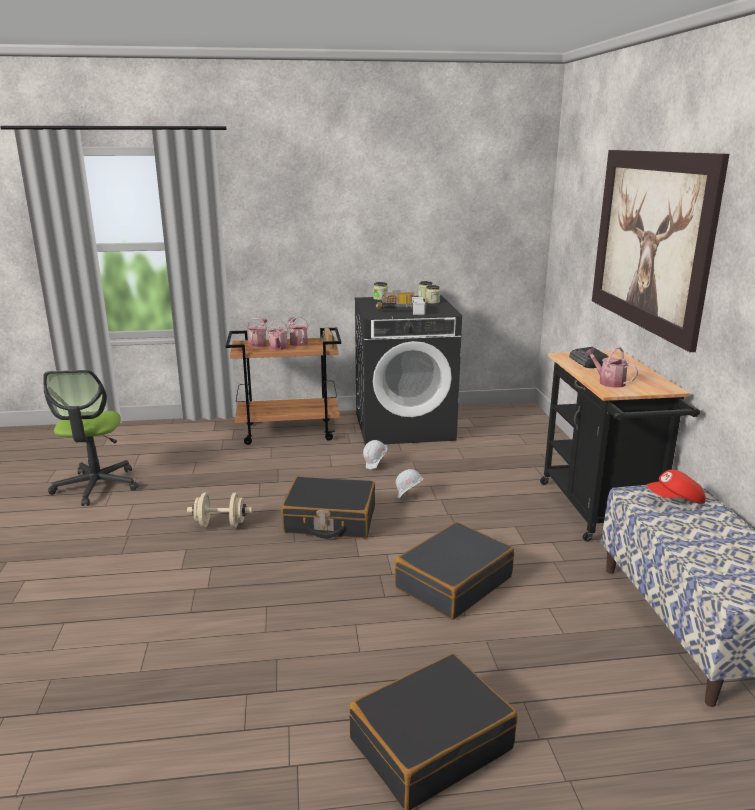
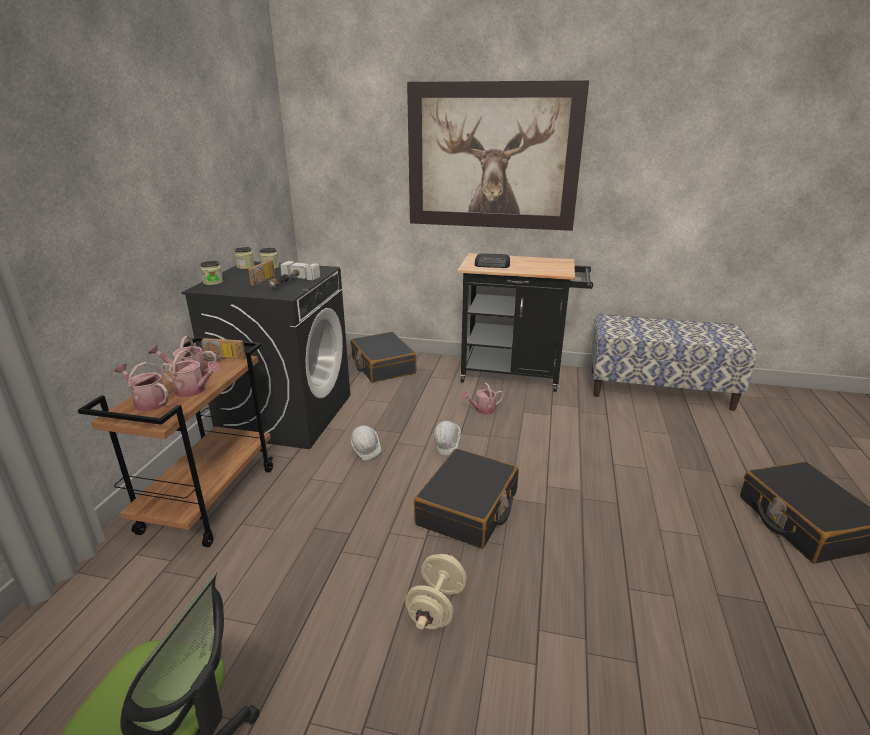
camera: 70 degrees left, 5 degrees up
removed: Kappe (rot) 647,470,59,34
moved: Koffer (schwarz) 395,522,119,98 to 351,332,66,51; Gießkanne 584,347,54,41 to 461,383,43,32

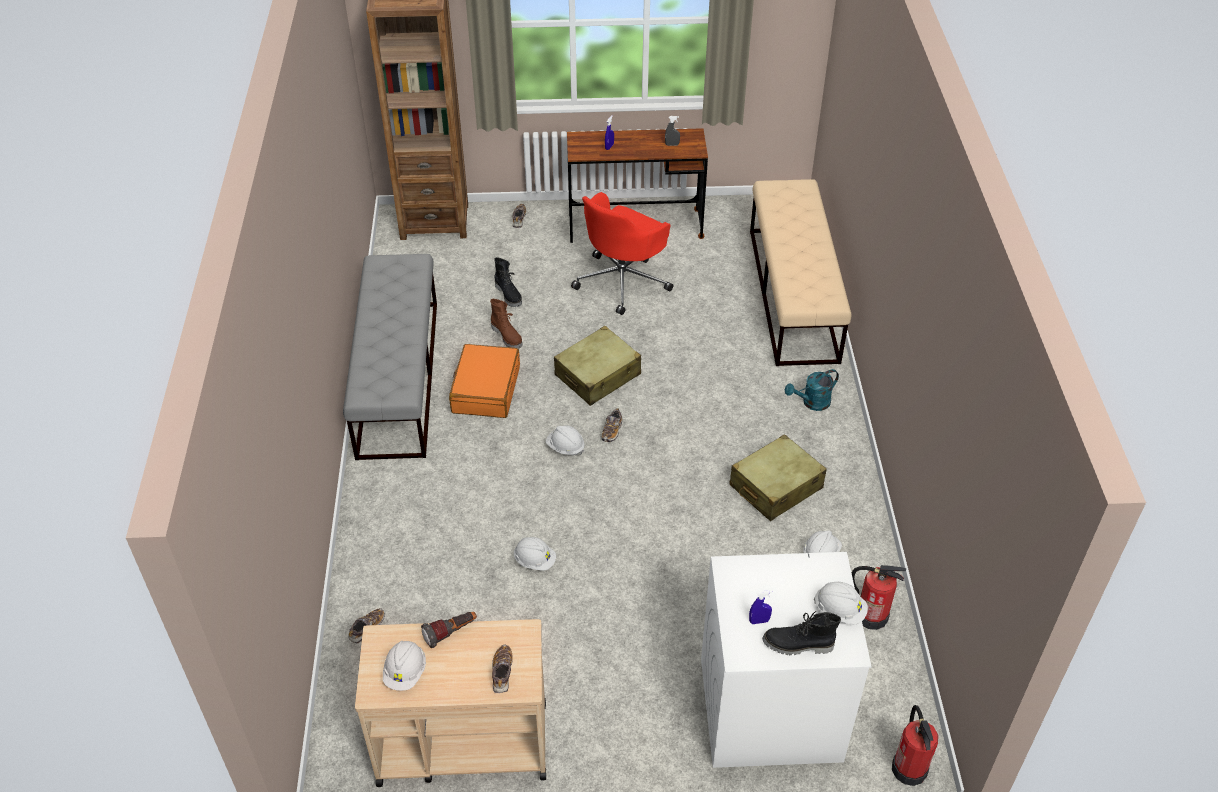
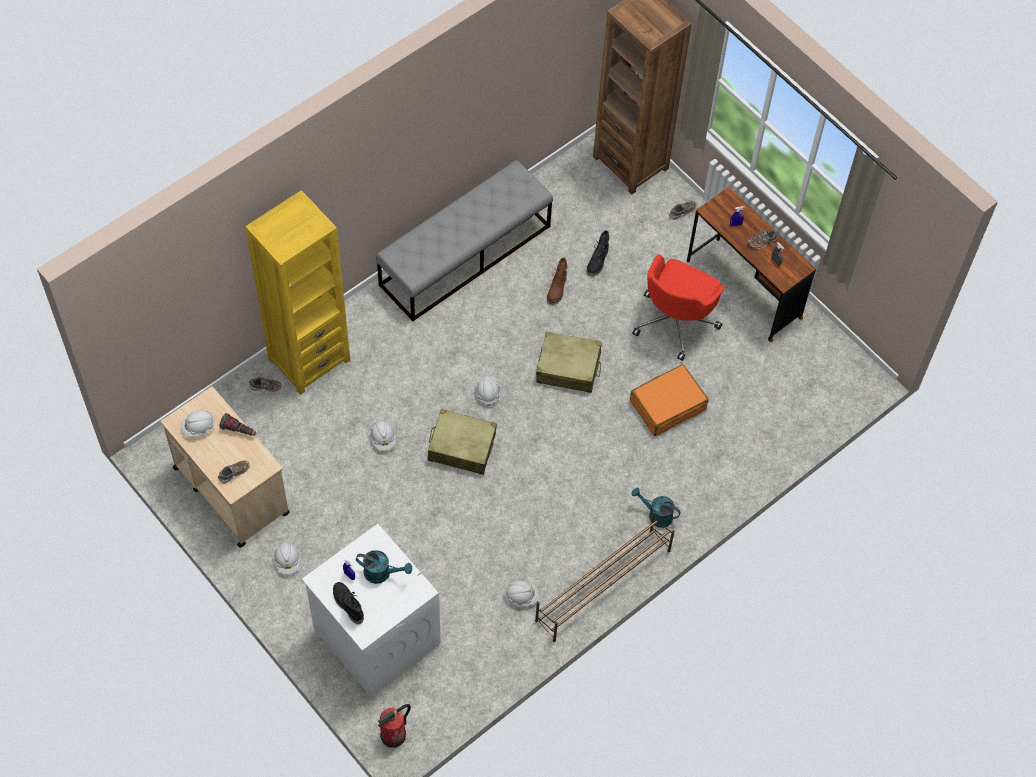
camera: 50 degrees right, 15 degrees up
removed: Bank (beige) 750,179,102,187; Feuerlöscher 852,565,54,65
added: Bücherregal (gelb) 245,190,105,205; Gießkanne (türkis) 356,550,56,34; Schuhregal (braun) 535,511,140,131
moved: Schutzhelm (weiß) 814,582,54,43 to 274,542,26,32; Koffer (beige) 729,434,98,87 to 428,409,69,66; Koffer (orange) 449,344,71,74 to 630,364,79,72; Schuh 601,408,21,34 to 747,230,31,19
turned: Bürostuhl (rot) 571,192,102,123 = 632,254,93,107 60 degrees counterclockwise

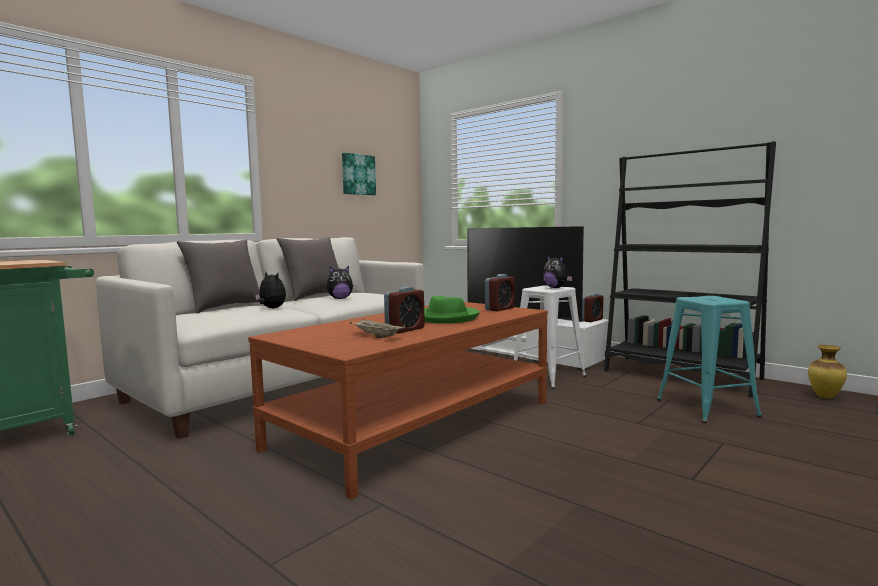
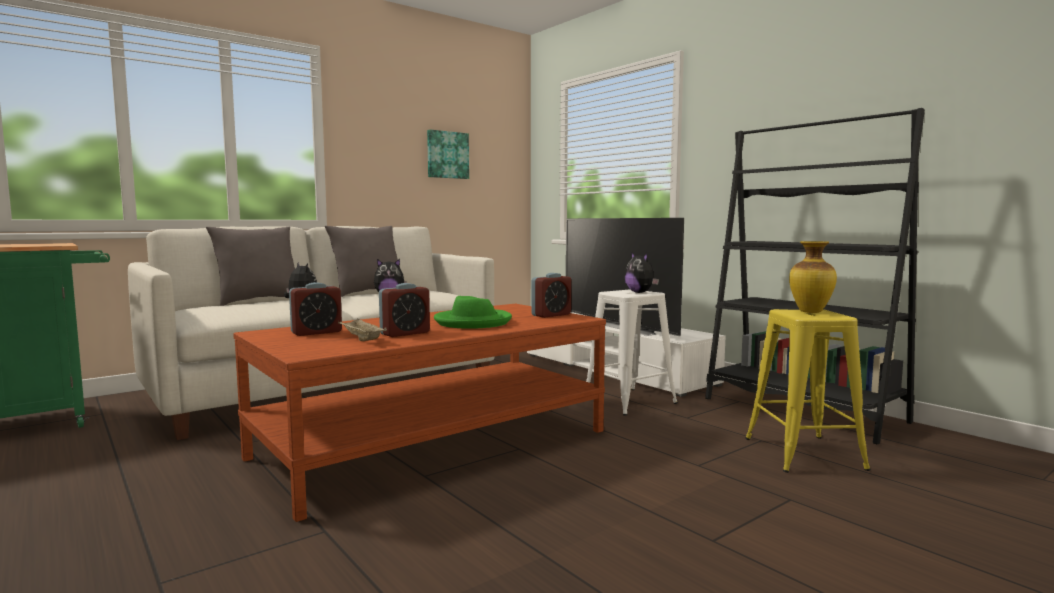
camera: 10 degrees right, 0 degrees up
moved: Wecker 582,293,21,29 to 289,282,53,54; Vase 808,345,39,54 to 789,241,48,72
recoloured: Hocker (türkis) 657,296,105,127 to Hocker (gelb) 745,309,126,164

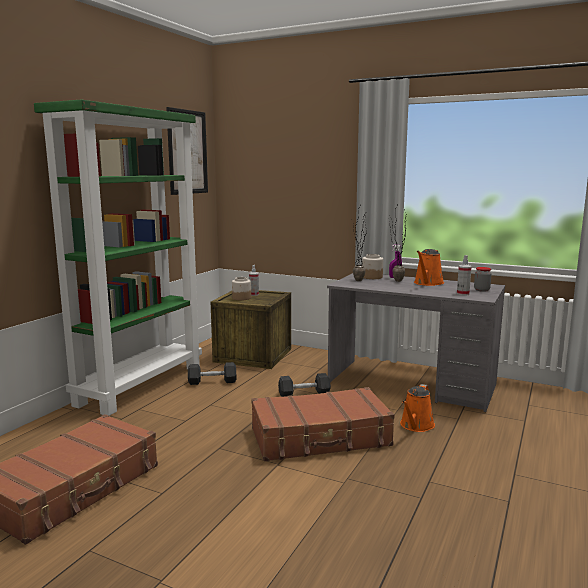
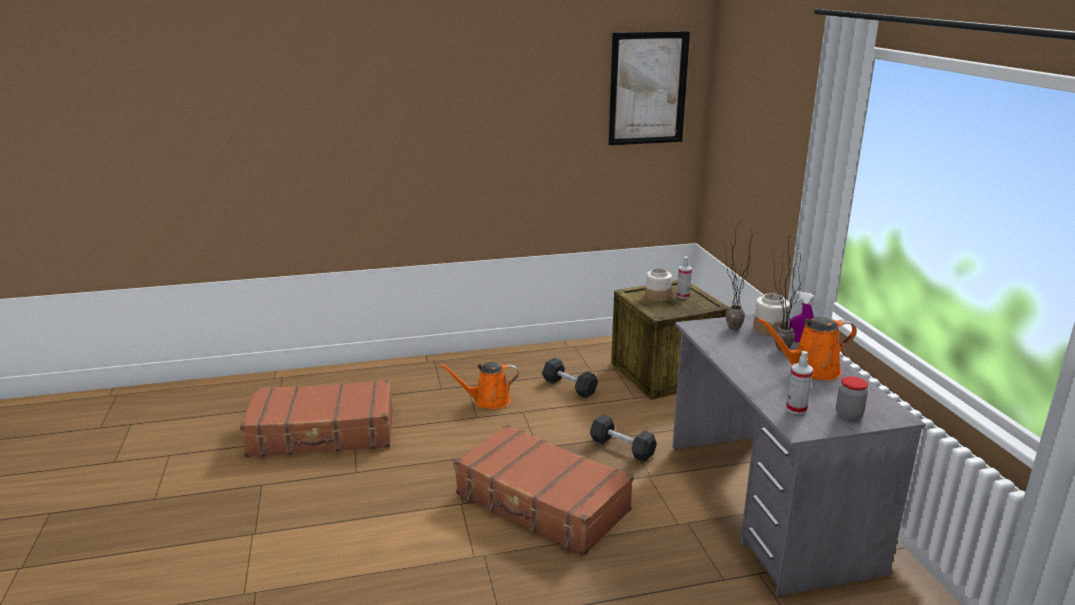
camera: 50 degrees right, 10 degrees up
removed: Bücherregal (grün) 34,100,168,316
moved: Gießkanne (orange) 400,384,35,48 to 440,362,79,47

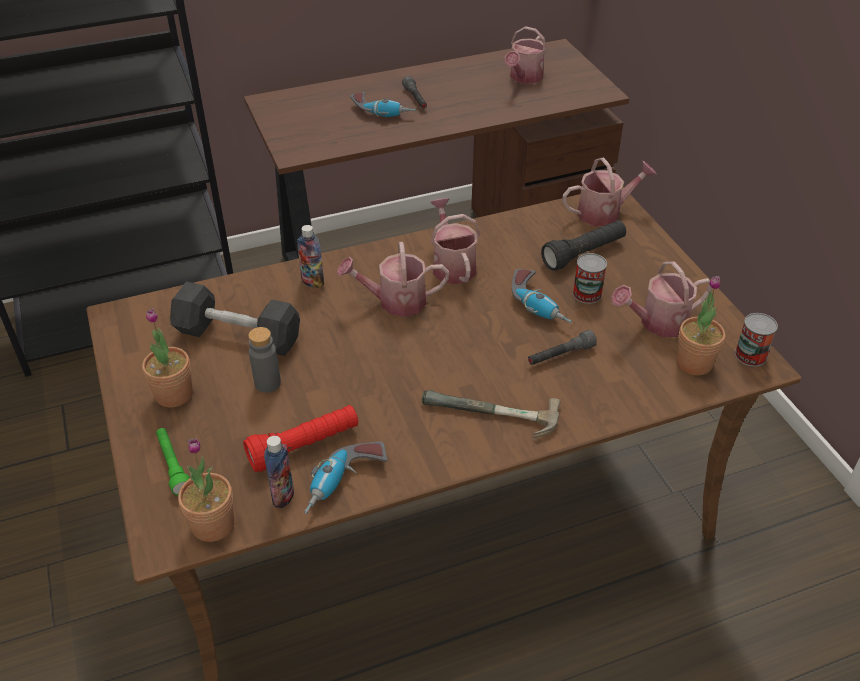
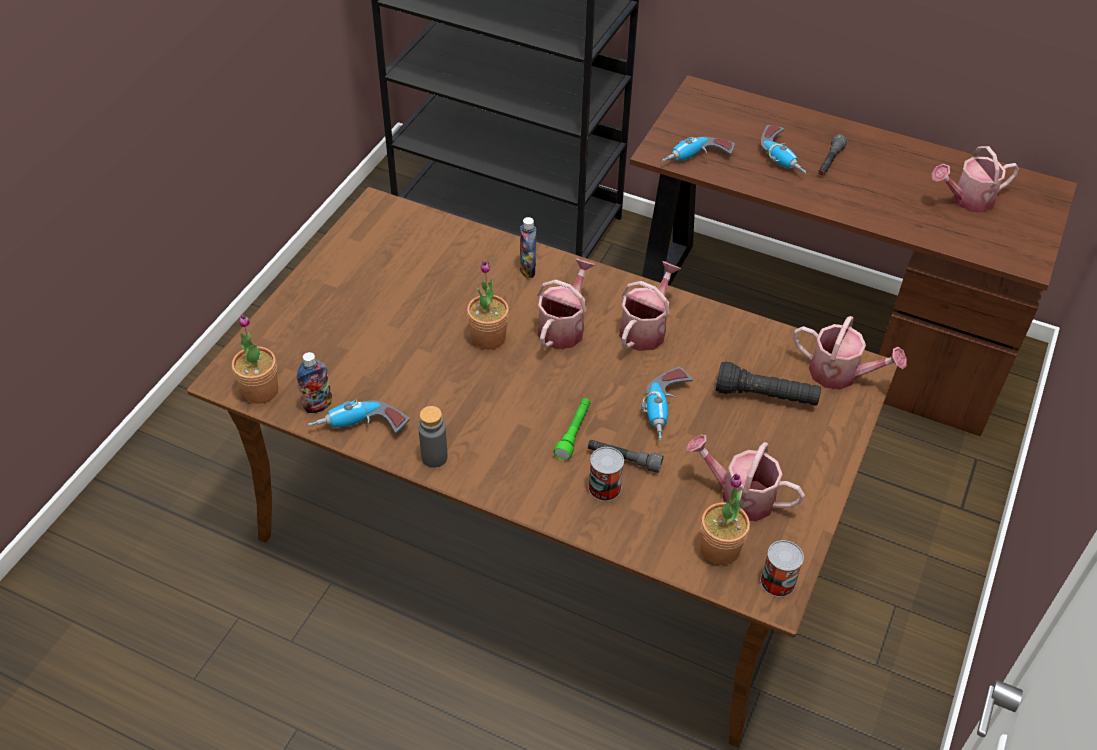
camera: 45 degrees right, 5 degrees up
removed: Hantel (schwarz) 170,282,130,74; Taschenlampe (rot) 243,405,115,67; Hammer 421,390,139,49
added: Bohrmaschine 662,137,73,25
moved: Flasche (grau) 248,327,33,66 to 419,406,29,62; Topfpflanze 142,308,51,100 to 467,261,42,89; Taschenlampe (grün) 156,428,34,68 to 554,398,37,62; Dose 573,253,34,51 to 588,447,36,54
turned: Gießkanne 337,242,112,75 = 537,258,58,92 75 degrees clockwise

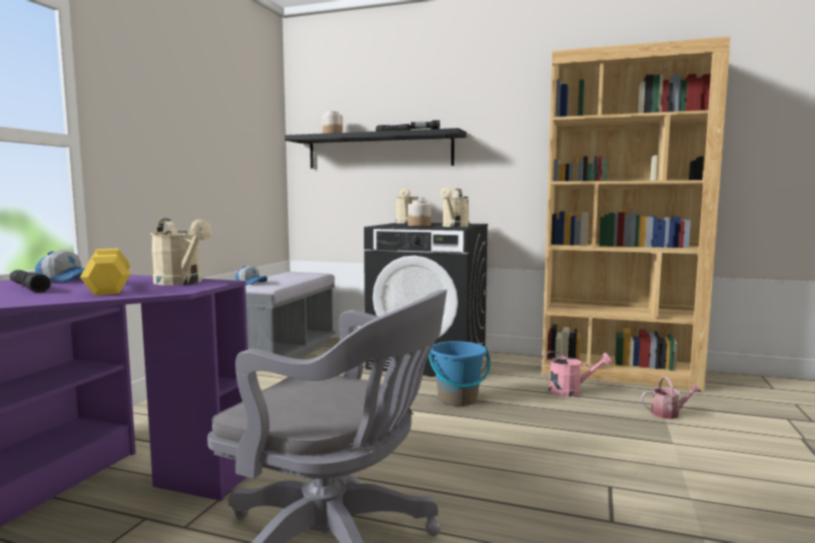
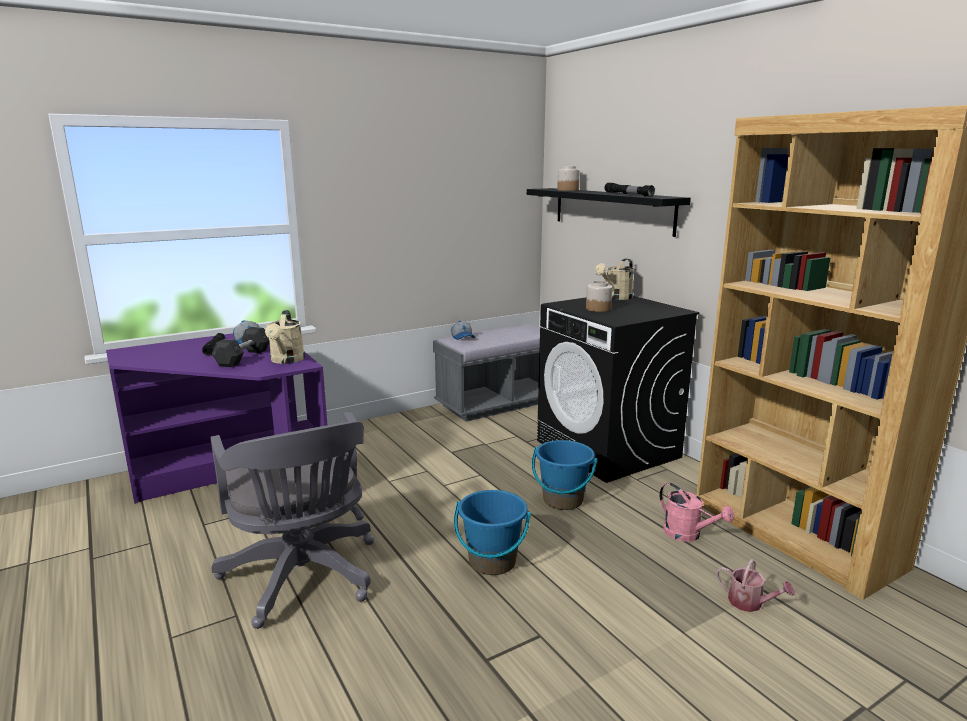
camera: 40 degrees right, 10 degrees up
removed: Gießkanne (beige) 440,187,30,40
added: Eimer (blau) 454,490,77,85
recoloured: Hantel (gelb) 80,248,50,48 to Hantel (grau) 212,327,57,40

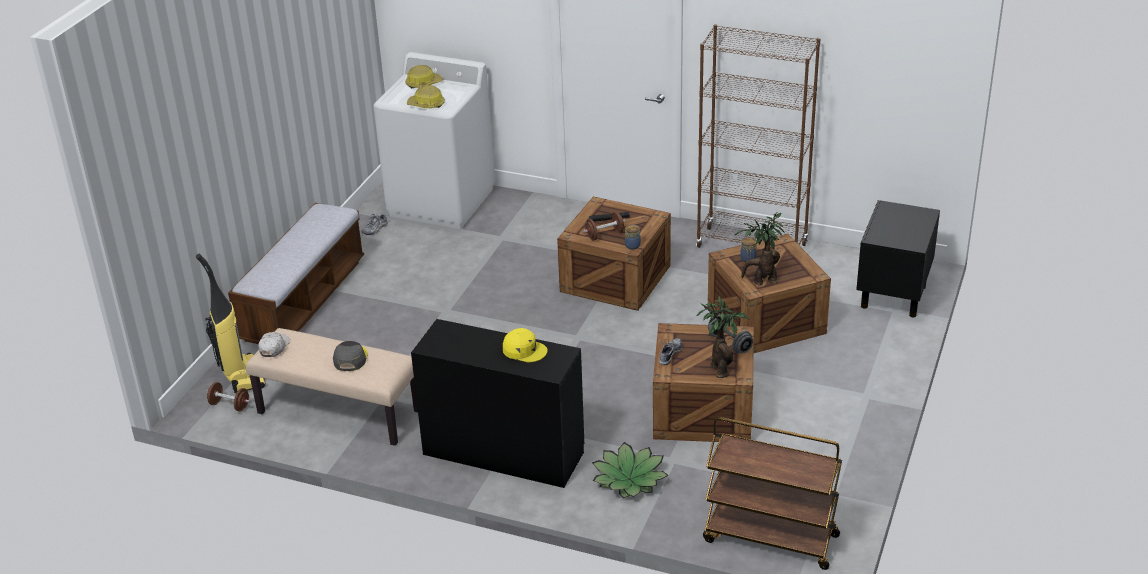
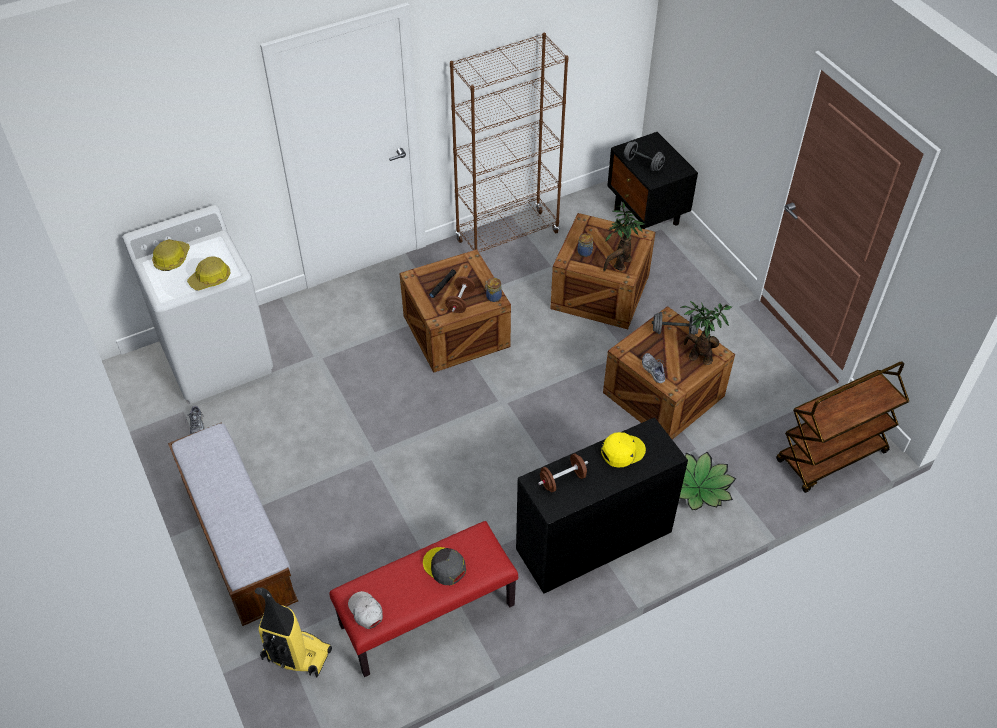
camera: 50 degrees left, 15 degrees up
added: Hantel (grau) 624,141,41,30
moved: Hantel (braun) 206,382,44,30 to 538,454,50,38
recoloured: Bank (beige) 246,328,172,118 to Bank (rot) 329,521,189,156

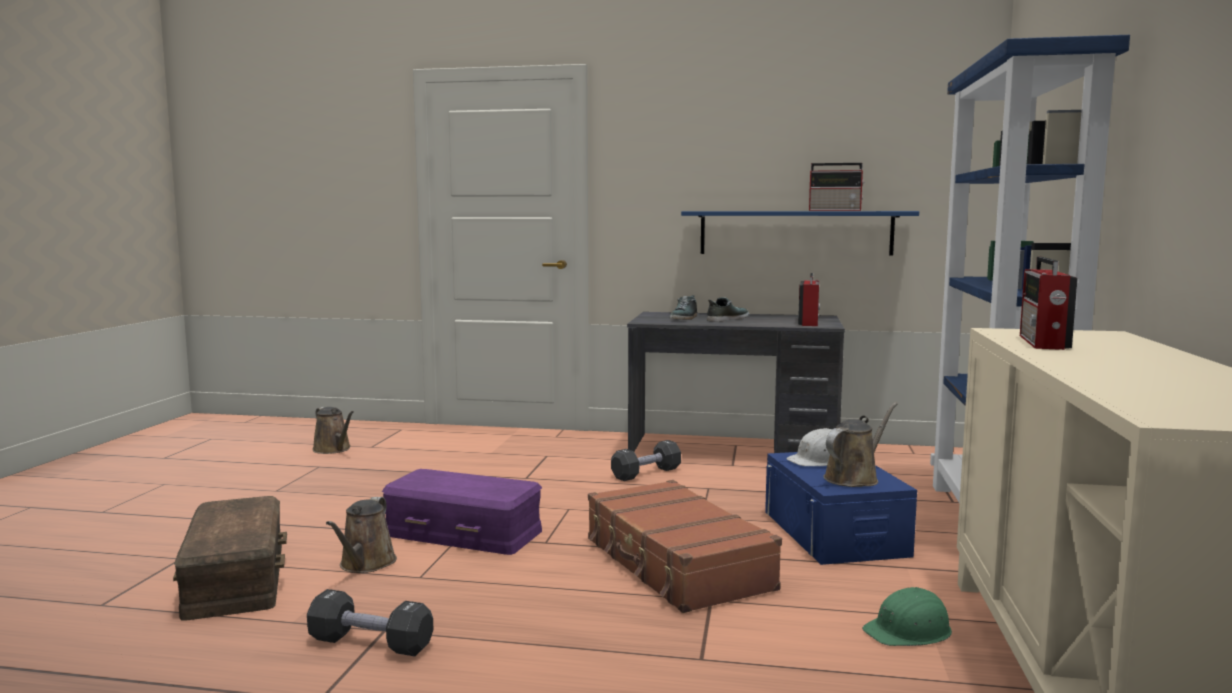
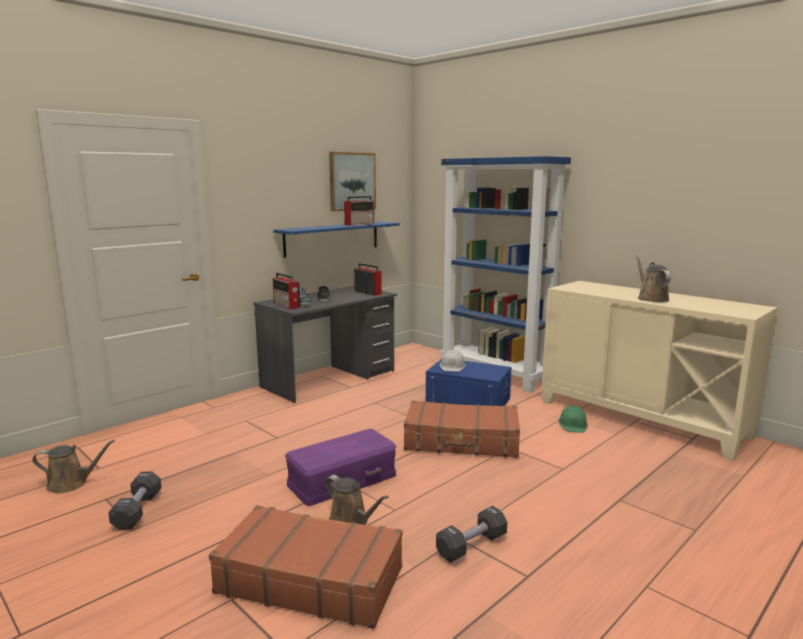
camera: 55 degrees left, 5 degrees up
added: Bild 329,152,47,59
moved: Hantel (schwarz) 611,440,70,41 to 108,472,53,58; Radio 1020,257,58,93 to 273,273,27,36; Gießkanne (braun) 823,403,74,84 to 636,255,35,47
replaced: Aufbewahrungsbox (braun) 173,496,114,125 to Koffer (braun) 209,505,193,124

